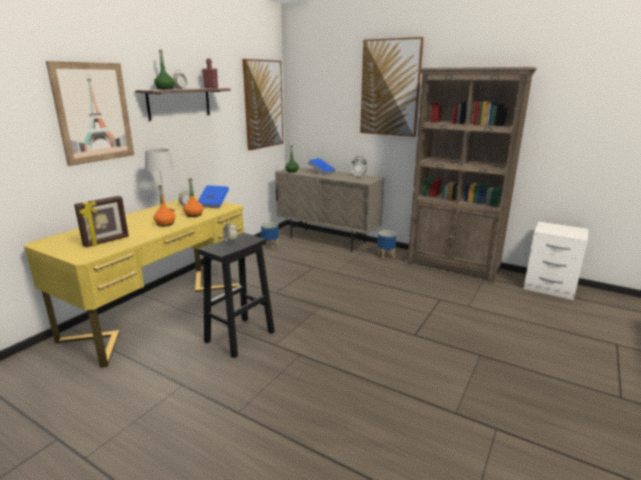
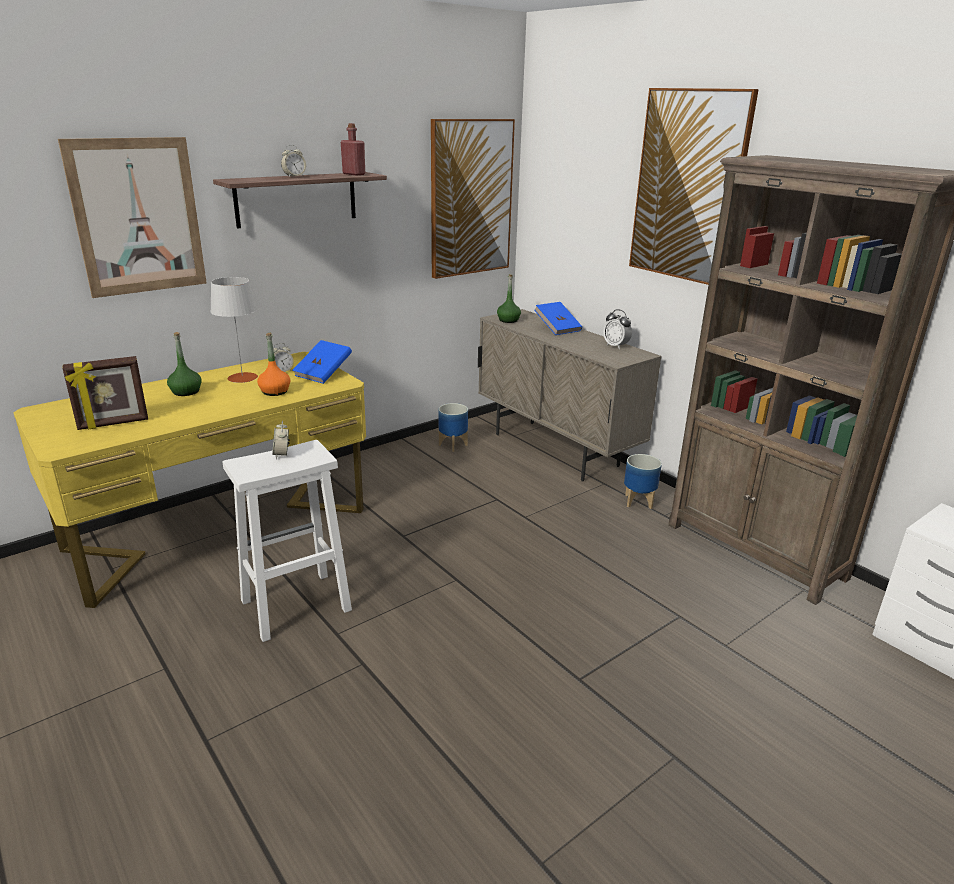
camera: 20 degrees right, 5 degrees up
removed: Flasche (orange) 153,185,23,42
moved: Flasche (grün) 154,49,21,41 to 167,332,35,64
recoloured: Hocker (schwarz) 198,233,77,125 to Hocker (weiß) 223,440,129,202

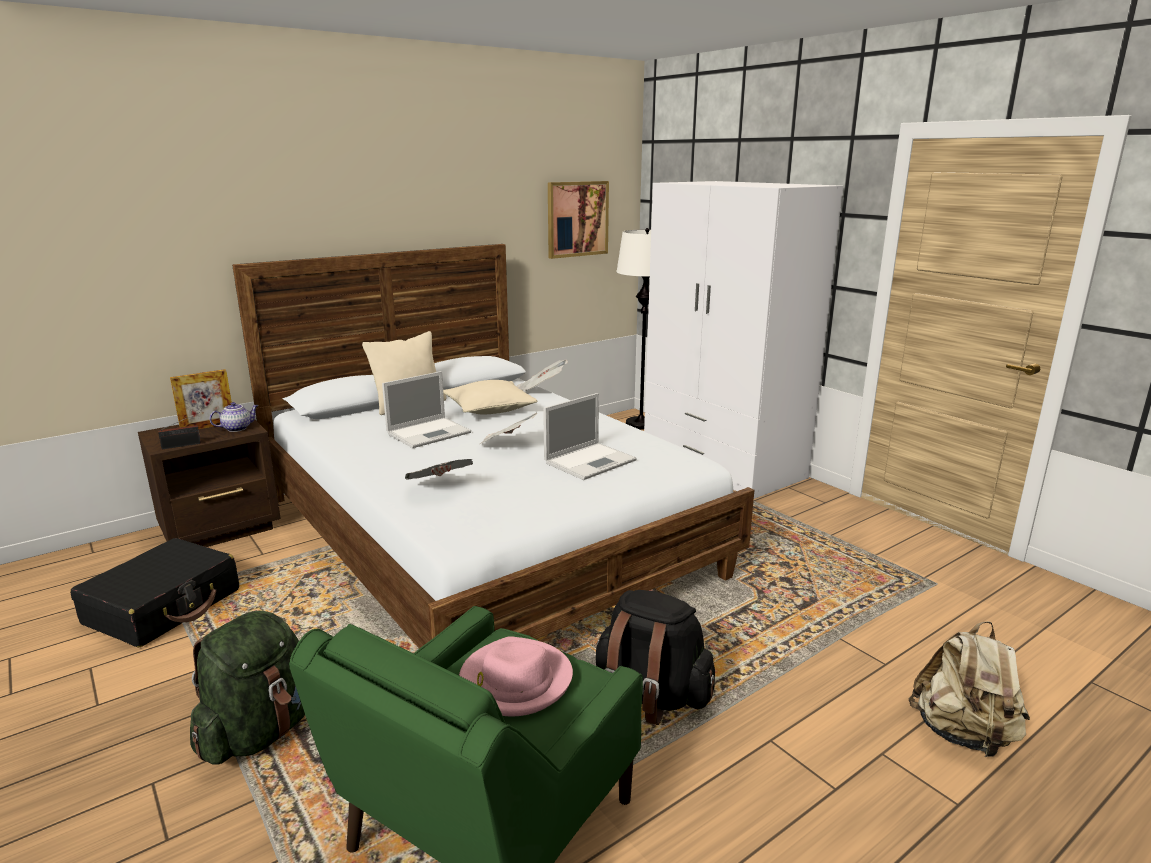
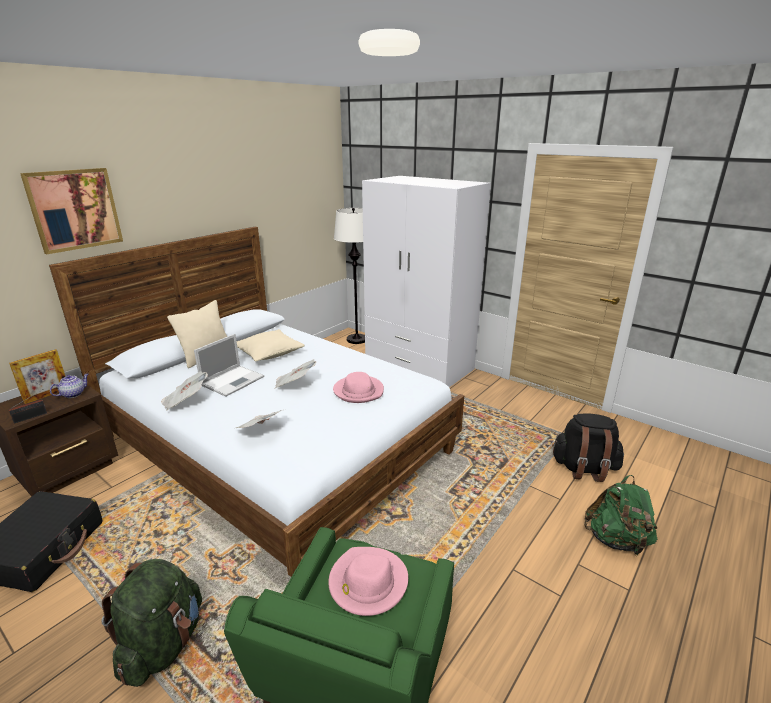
camera: 15 degrees left, 5 degrees up
moved: Bild 548,181,61,78 to 20,168,103,86; Zeitung 517,360,51,32 to 161,371,47,39; Rucksack (schwarz) 595,590,120,135 to 552,413,72,69
replaced: Laptop 543,393,94,87 to Hut (rosa) 333,372,51,31
recoloured: Rucksack (beige) 909,621,121,137 to Rucksack (grün) 584,475,73,80

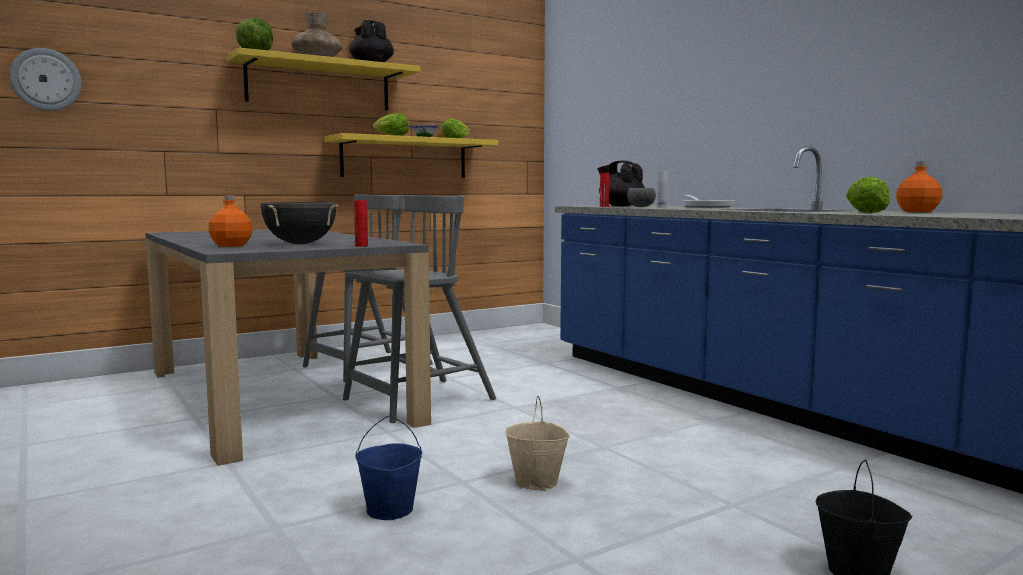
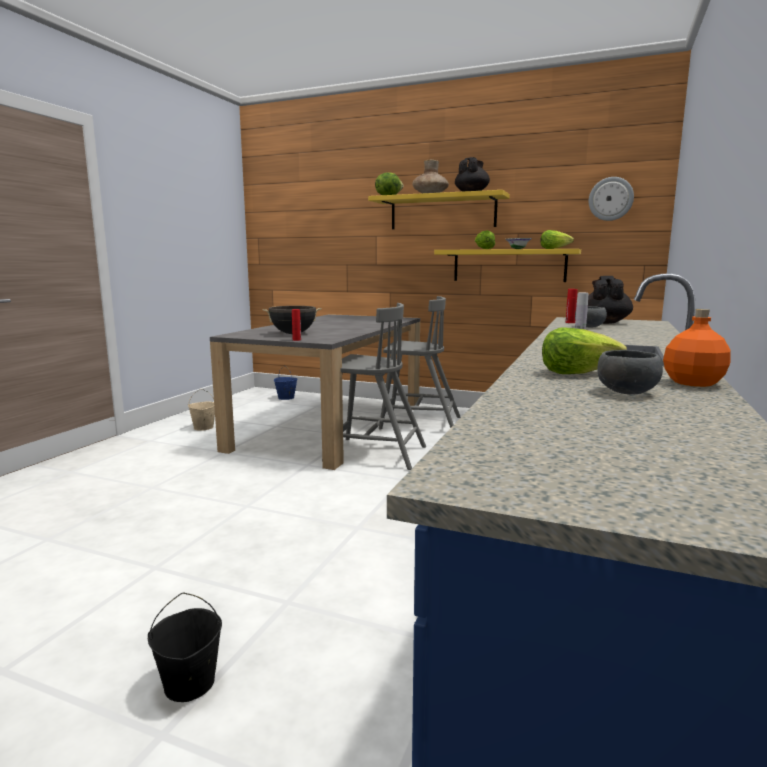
camera: 55 degrees right, 5 degrees up
removed: Flasche (orange) 208,195,45,52; Pfanne 682,195,51,13
added: Schüssel (grau) 597,350,66,45
moved: Eimer (beige) 505,395,65,95 to 188,389,27,42; Eimer (blau) 355,416,67,104 to 274,366,24,34; Wanduhr 9,48,73,63 to 589,177,45,44

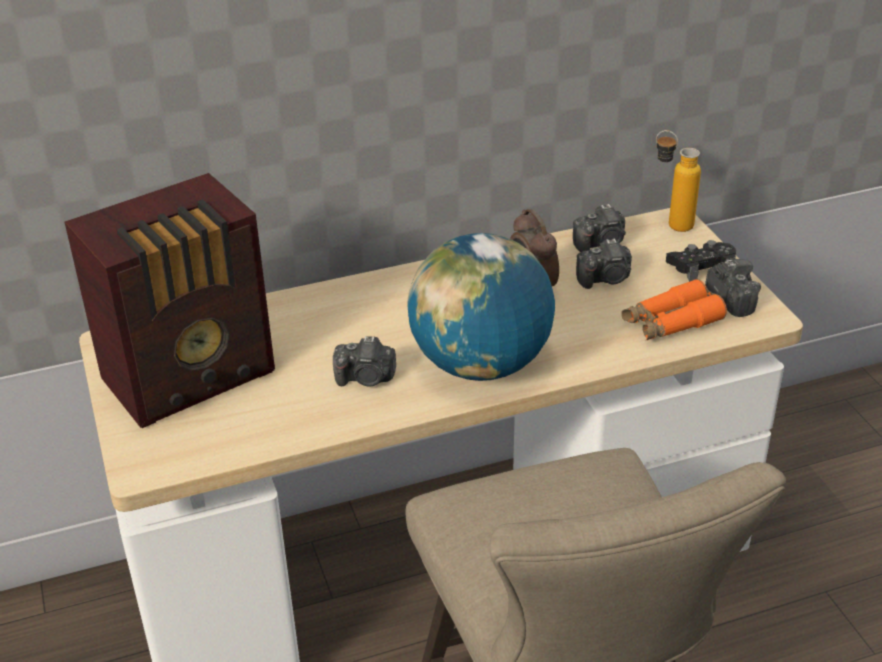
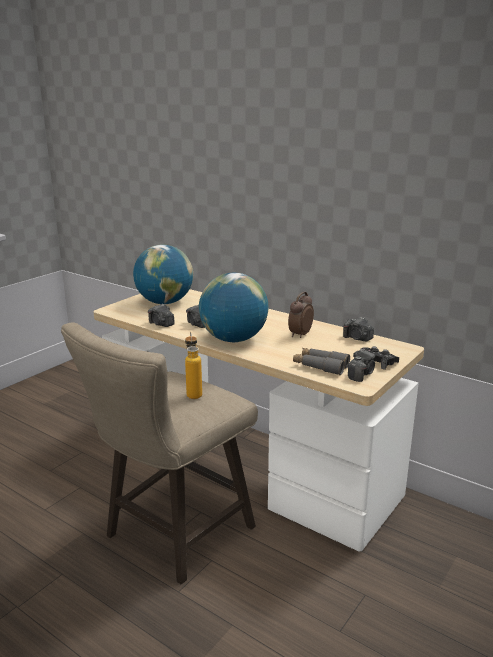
camera: 55 degrees right, 15 degrees down
moved: Kamera 576,239,56,50 to 148,304,27,23; Flasche 656,130,45,102 to 185,331,17,68
replaced: Radio 65,173,210,255 to Globus 133,245,60,59
recoloured: Fernglas (orange) 621,279,106,61 to Fernglas (grau) 293,348,57,27

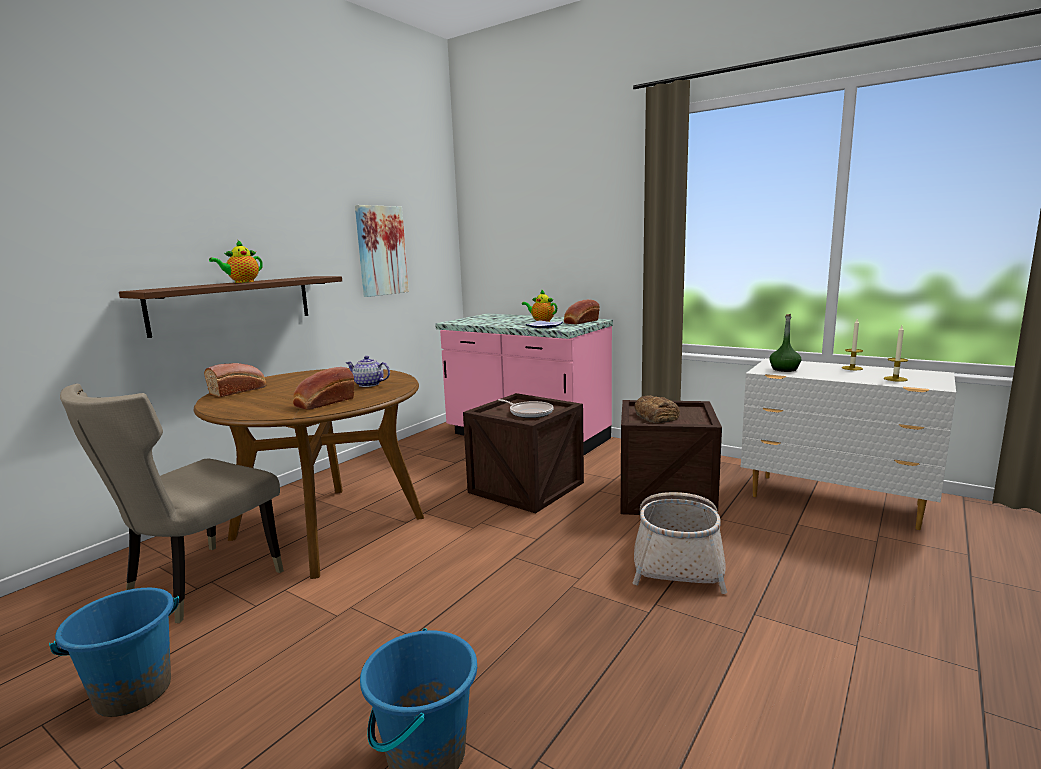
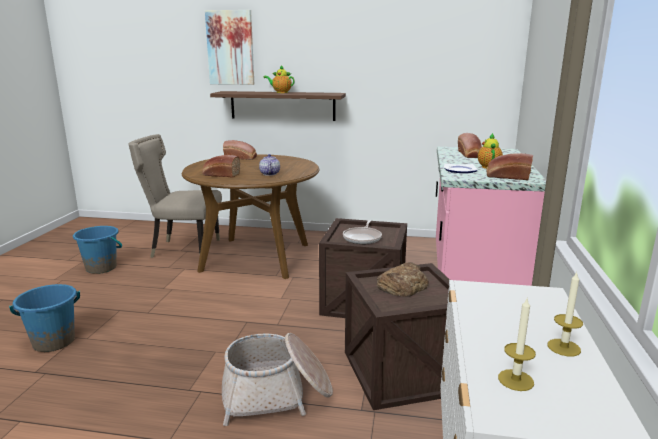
camera: 65 degrees right, 5 degrees up
removed: Flasche (grün) 769,314,32,58
added: Brot 458,133,24,25
moved: Bild 355,205,54,92 to 205,10,49,75

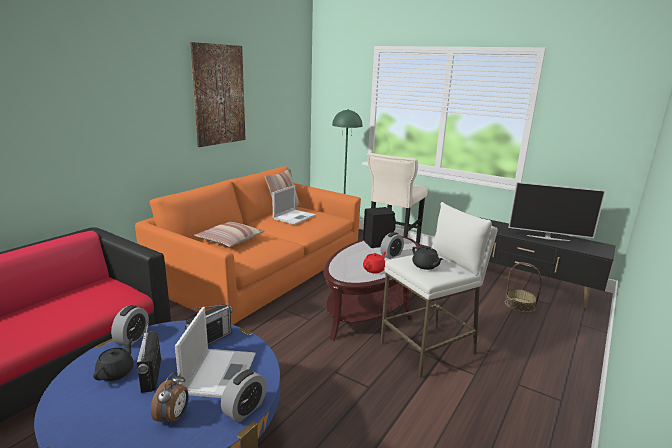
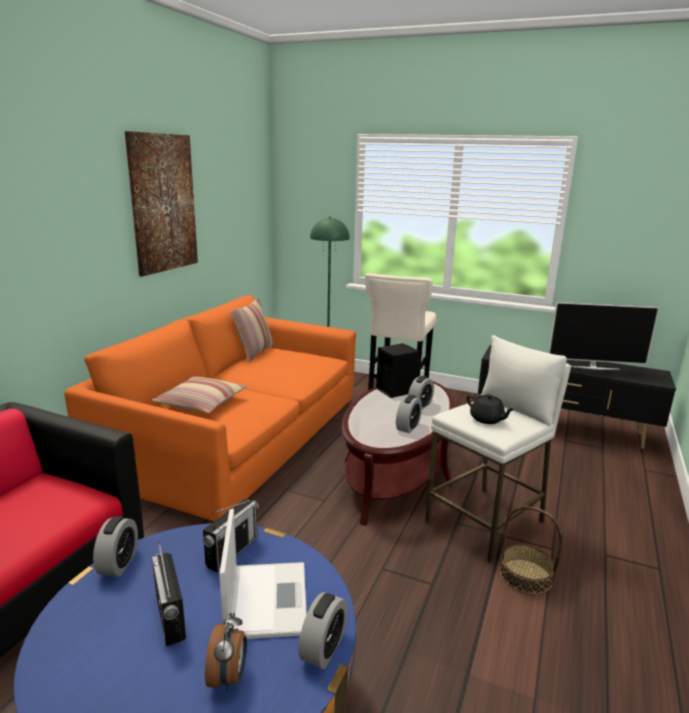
camera: 10 degrees left, 0 degrees up
removed: Teekanne (schwarz) 93,338,41,43; Laptop 272,185,44,40
moved: Korb 505,263,37,50 to 499,506,64,89
replaced: Teekanne (rot) 363,251,23,22 to Wecker 396,395,26,38

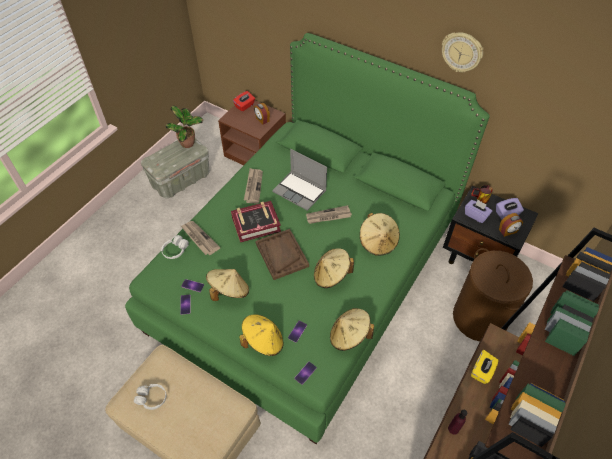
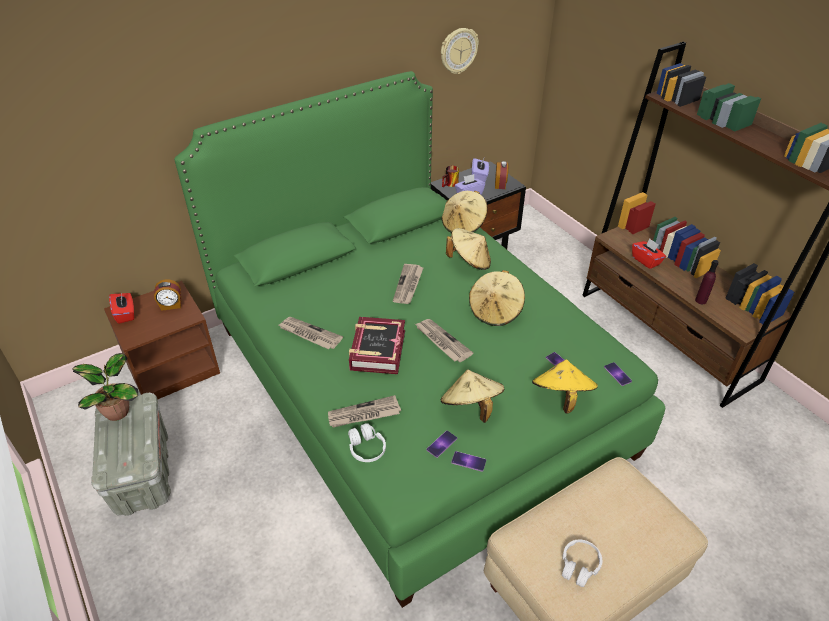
camera: 65 degrees left, 10 degrees down
removed: Laptop 272,149,55,62; Wäschekorb (braun) 453,248,80,94
moved: Wanduhr 442,33,41,39 to 441,28,38,46; Hut (beige) 330,308,44,43 to 442,191,46,42
replaced: Tablett (braun) 255,229,54,51 to Zeitung 415,319,58,43
recoloured: Taschentuchbox (gelb) 471,350,28,34 to Taschentuchbox (rot) 632,238,34,31

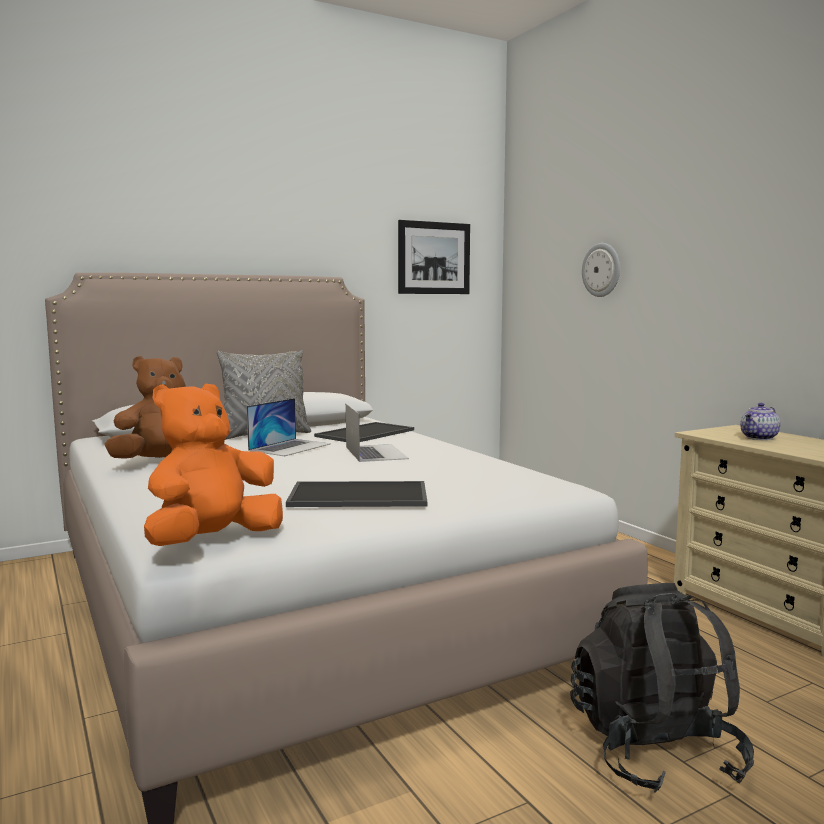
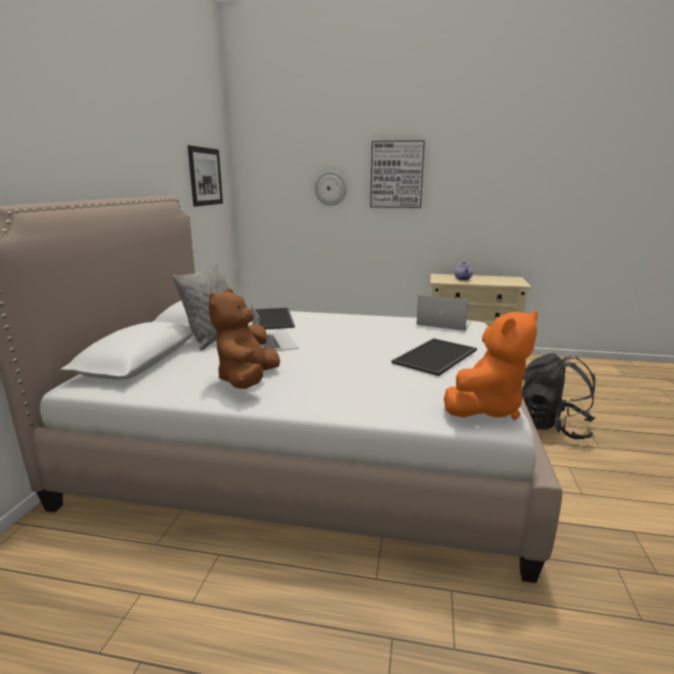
camera: 50 degrees left, 10 degrees up
added: Bild 370,140,55,68
moved: Laptop 346,404,63,58 to 417,295,54,36
turned: Plüschtier (orange) 144,384,139,162 = 444,311,94,108 120 degrees counterclockwise

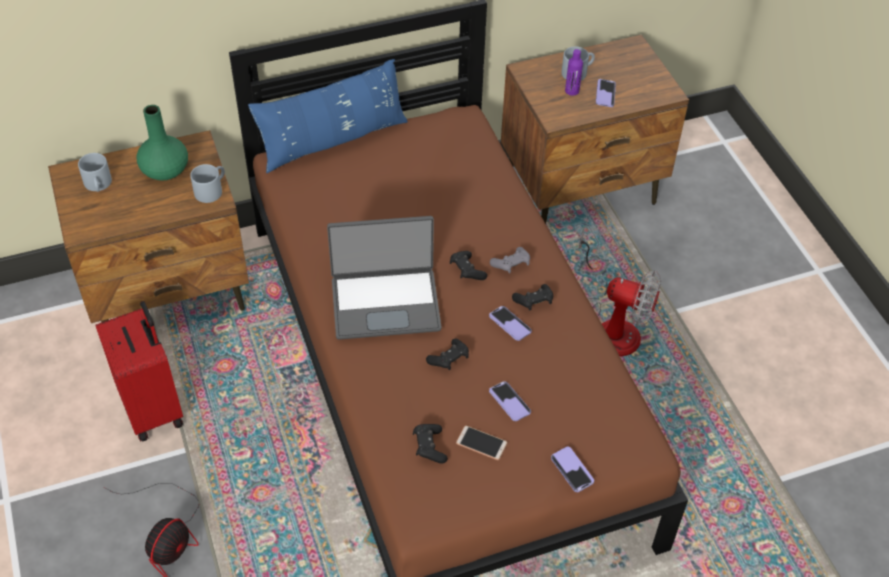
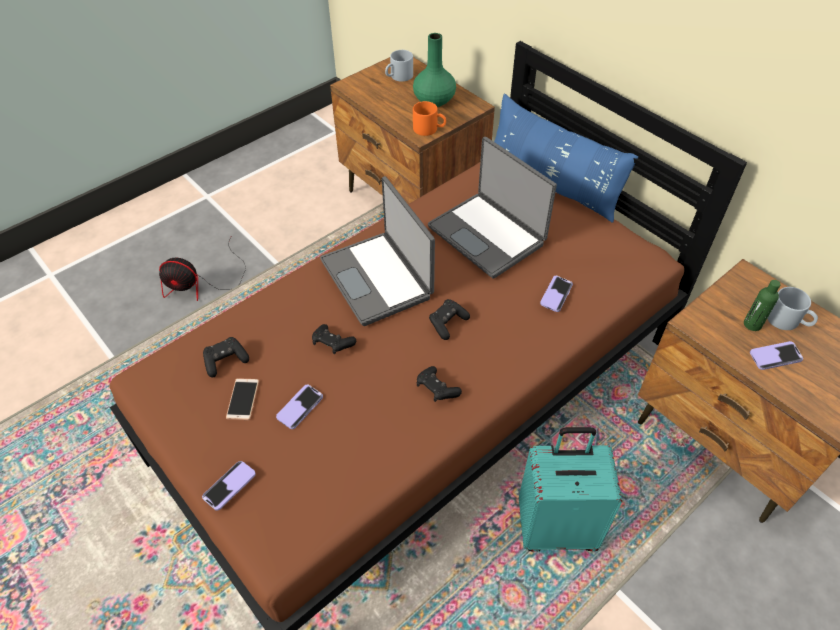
camera: 70 degrees right, 0 degrees up
removed: Koffer (rot) 96,301,87,141; Gamepad (grau) 490,247,40,26
added: Laptop 428,137,129,142
moved: Handy 489,306,43,35 to 540,276,33,36
replaced: Ventilator 578,231,83,125 to Koffer (türkis) 519,427,103,125
recoloured: Henkelbecher (grau) 190,164,35,39 to Henkelbecher (orange) 413,101,33,35; Flasche (lila) 565,49,18,47 to Flasche (grün) 744,280,37,51

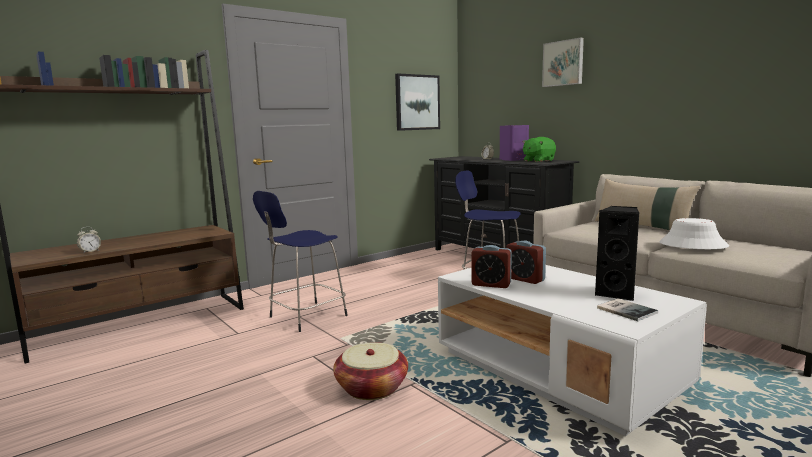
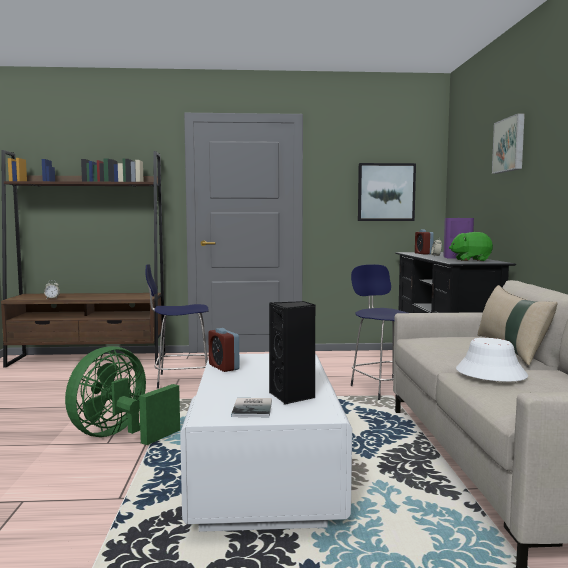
camera: 35 degrees right, 5 degrees down
moved: Wecker 506,241,40,43 to 415,229,19,25
replaced: Korb 333,342,75,58 to Ventilator (grün) 65,346,115,99

